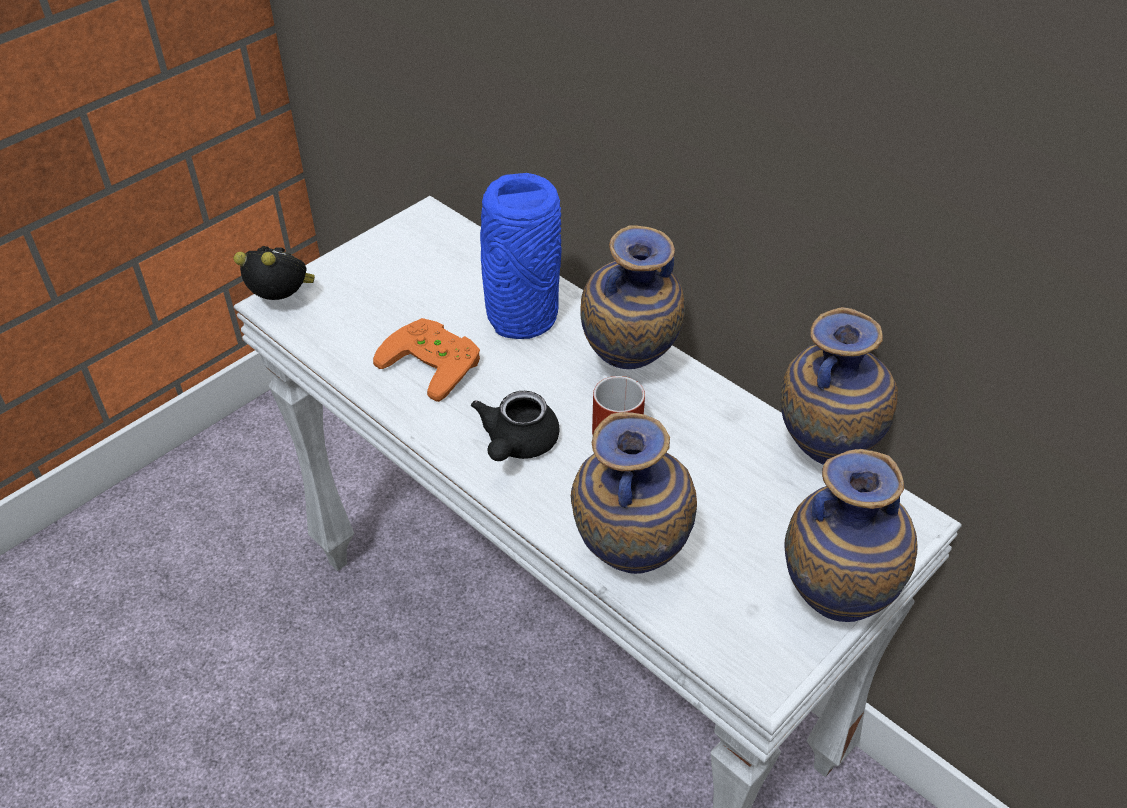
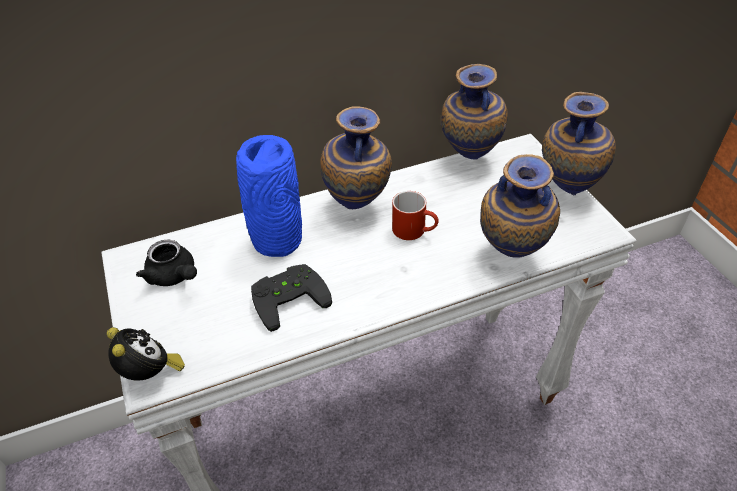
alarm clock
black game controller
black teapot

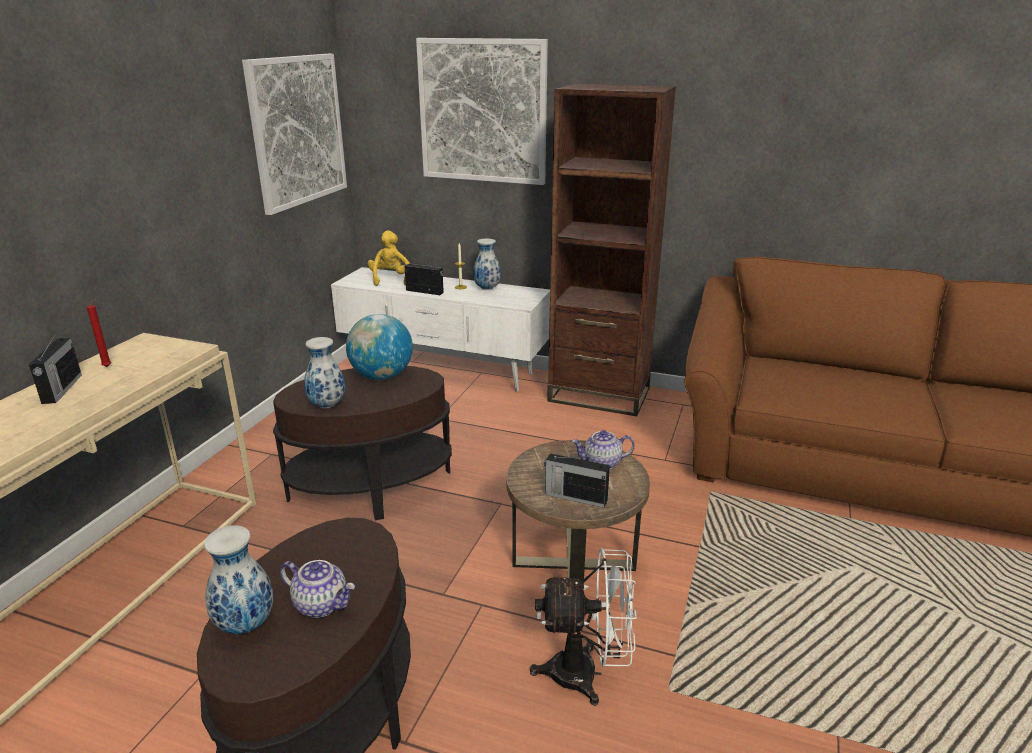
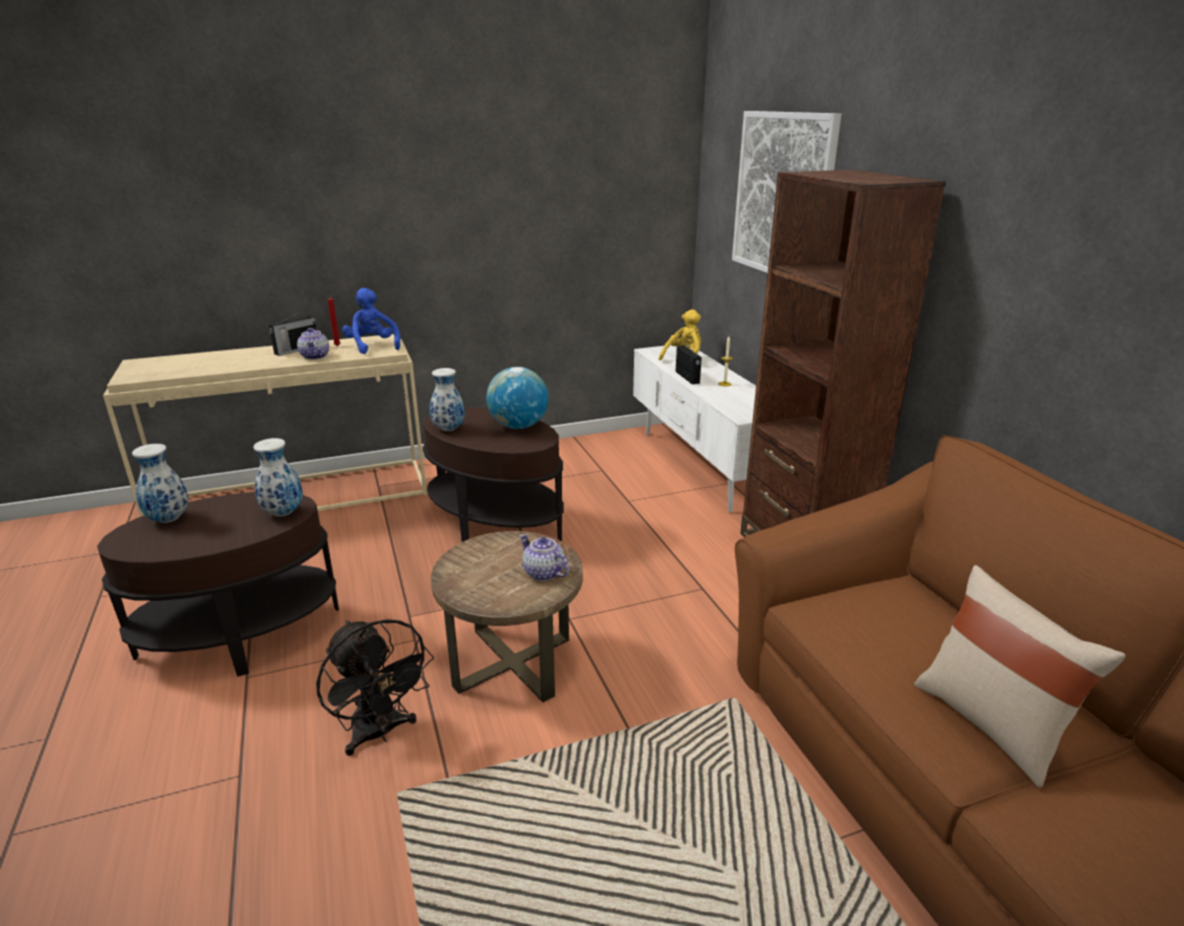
picture (1st from left in the first image)
teapot (1st from left)
vase (2nd from left)
black fan
radio (3rd from left in the first image)
blue plush toy
beige pillow

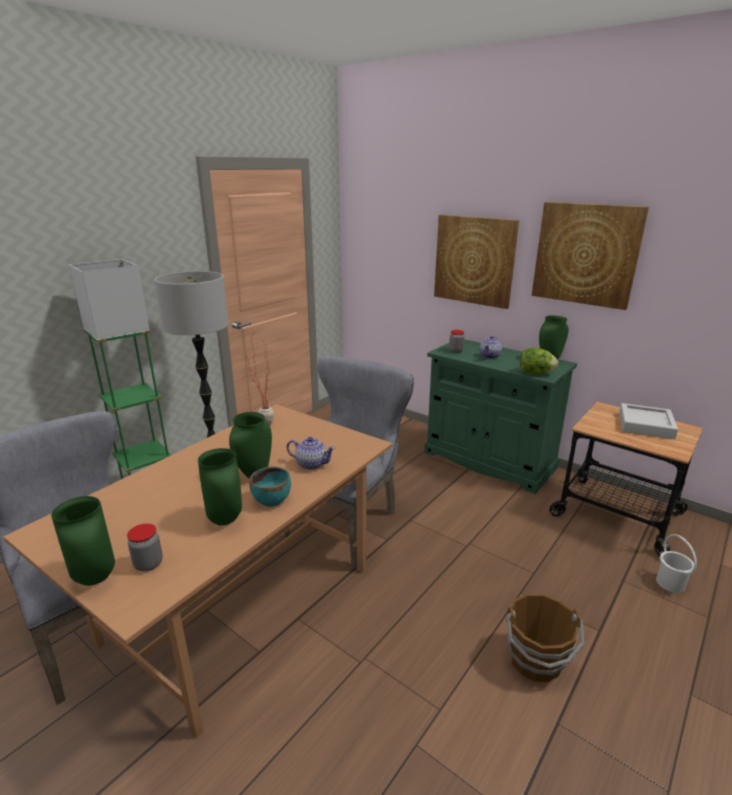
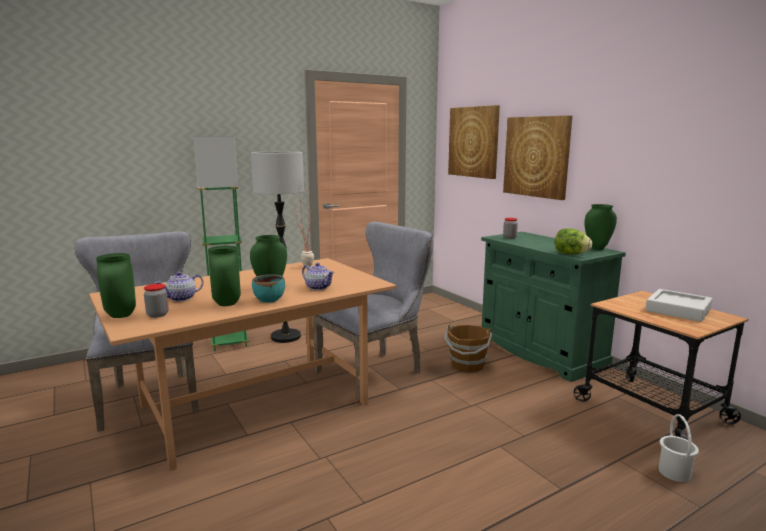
teapot (1st from left)
brown bucket
picture (1st from left)

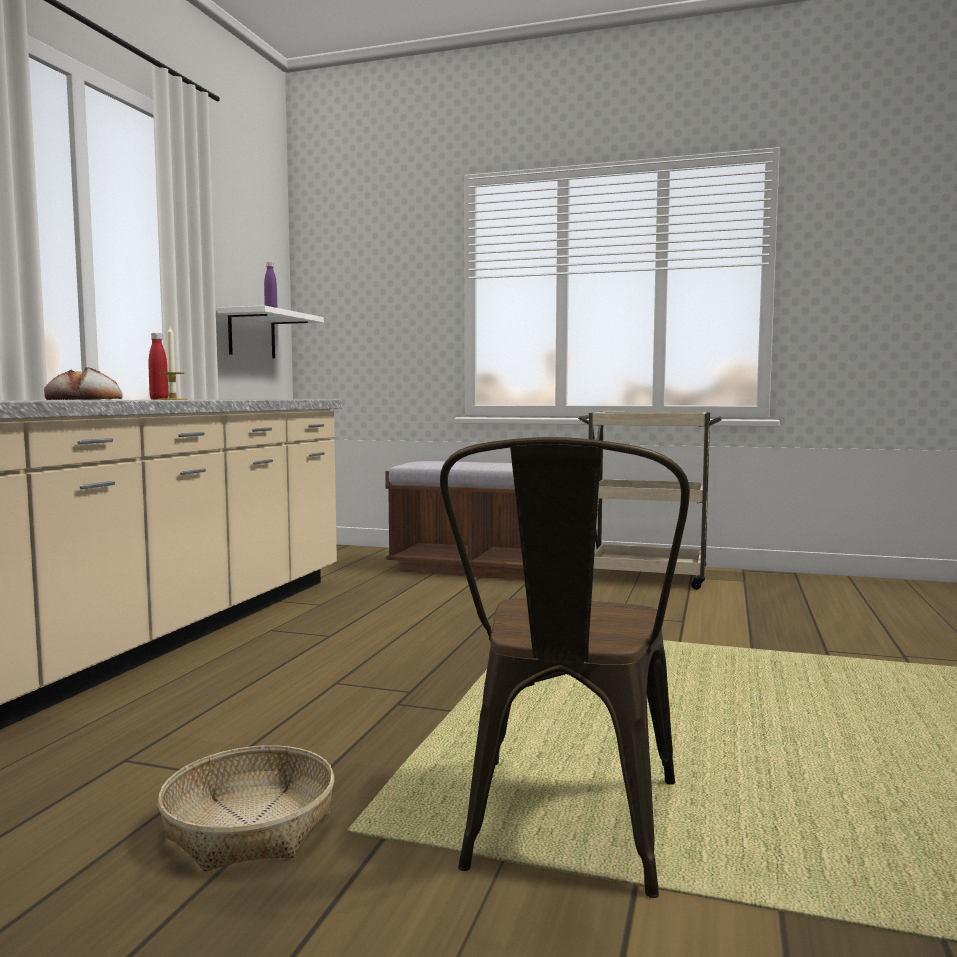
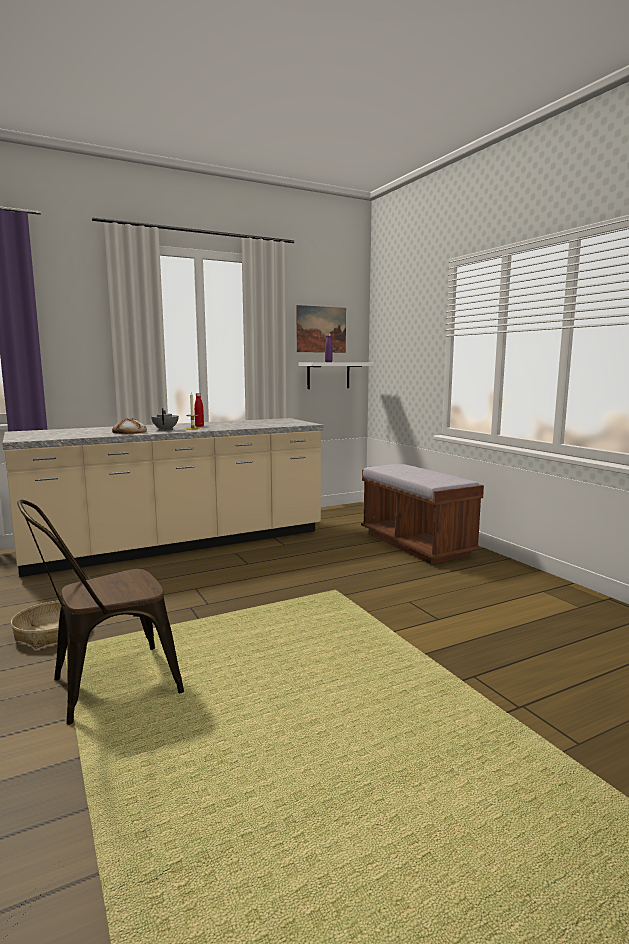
beige cart
grey teapot
picture

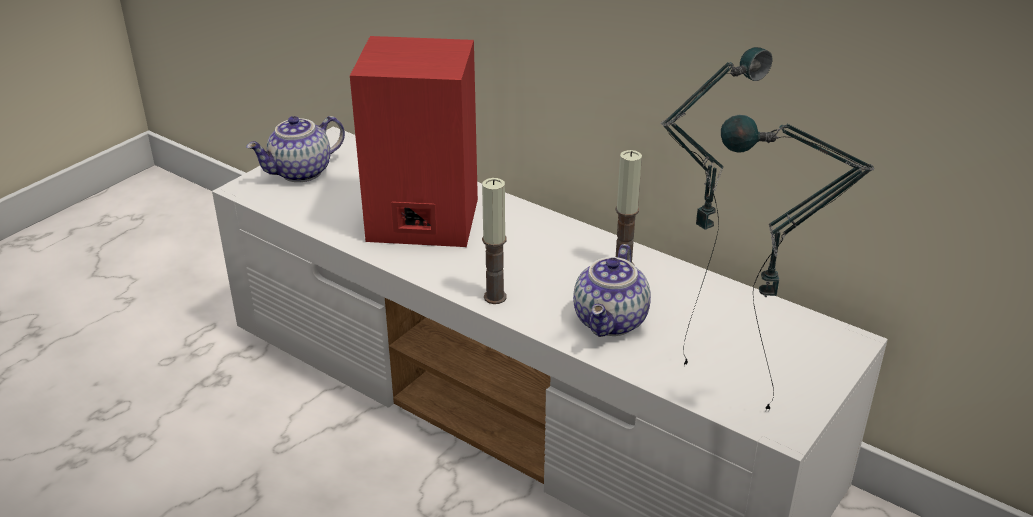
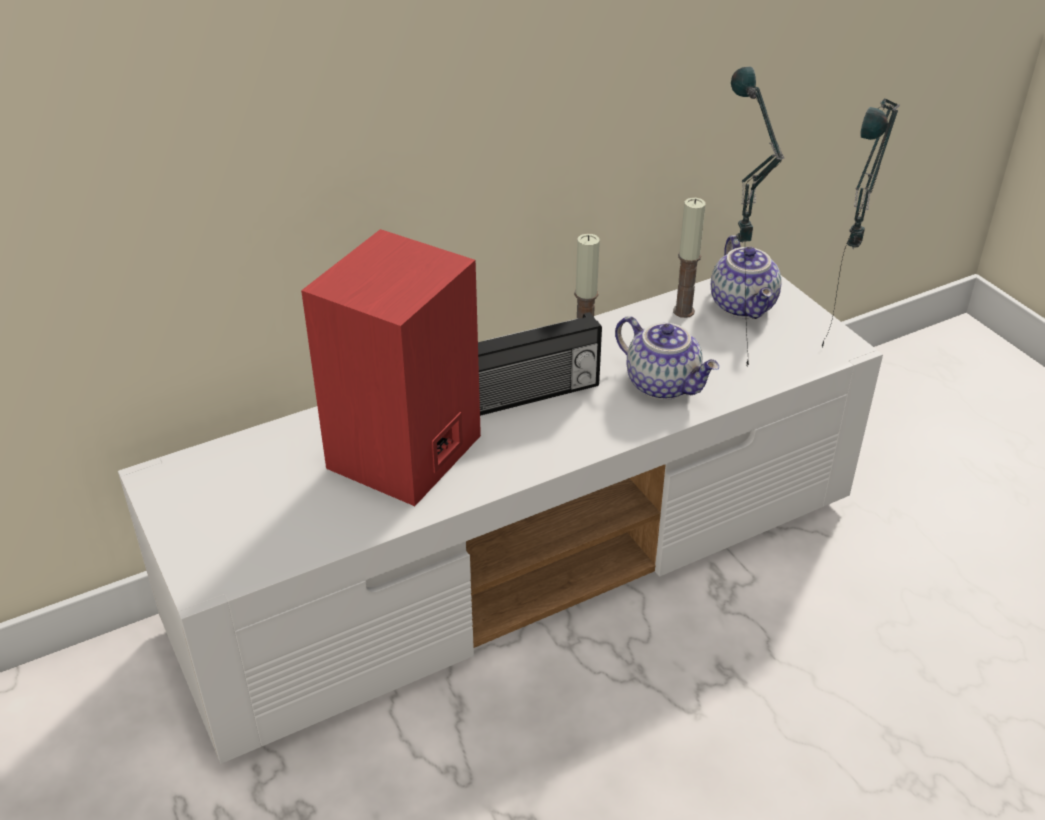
teapot (2nd from left)
candle (2nd from left)
radio

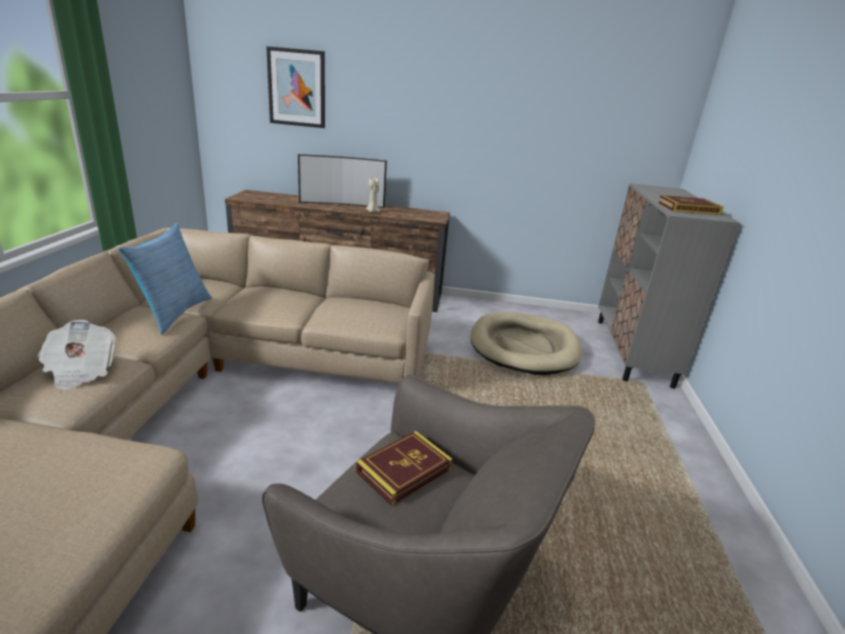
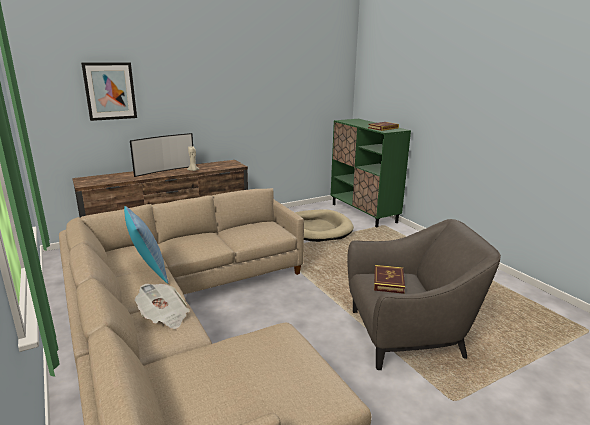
green cabinet

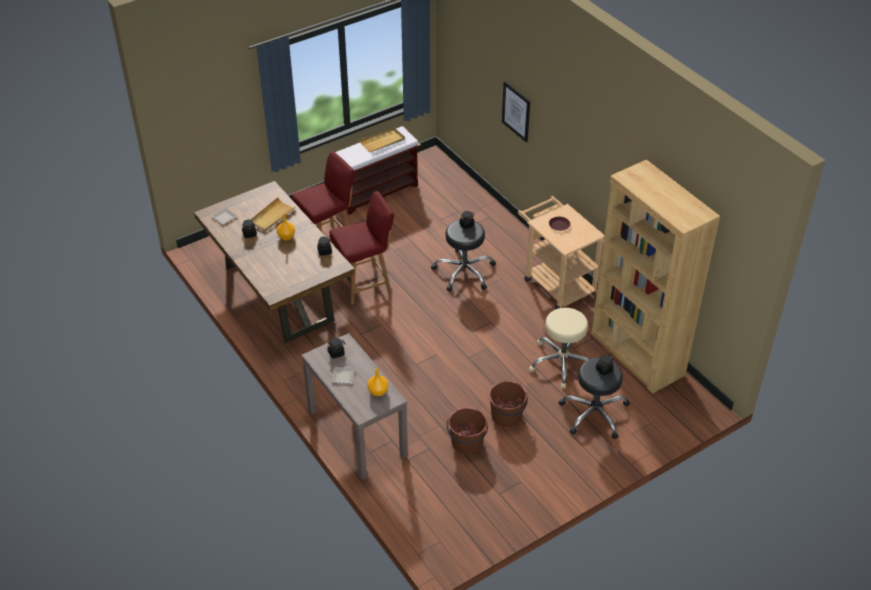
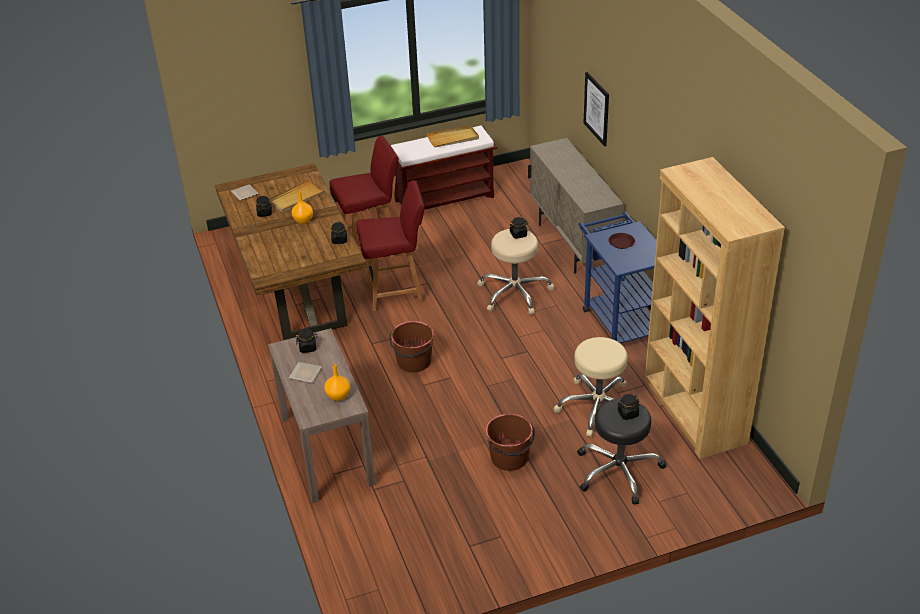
beige stool (1st from left)
brown bucket (1st from left)
blue cart
beige cabinet

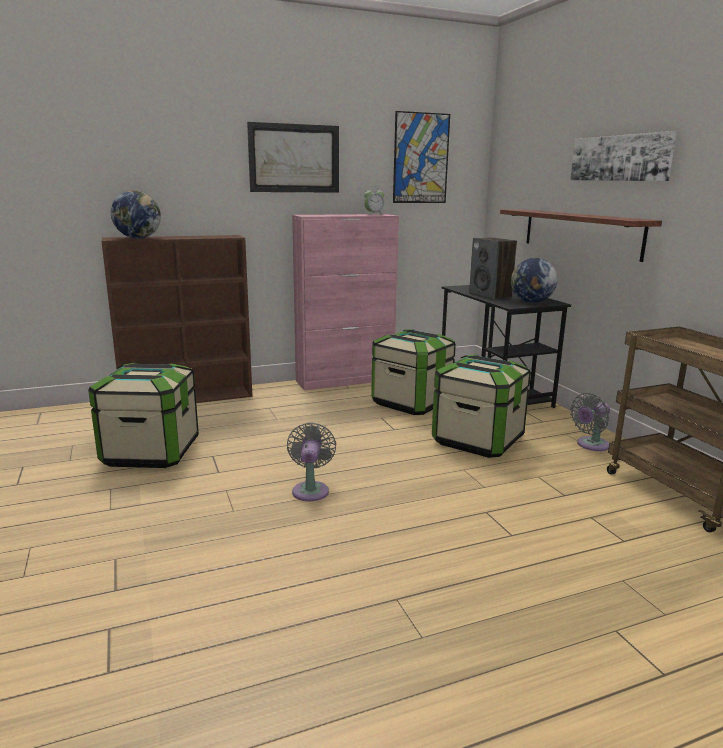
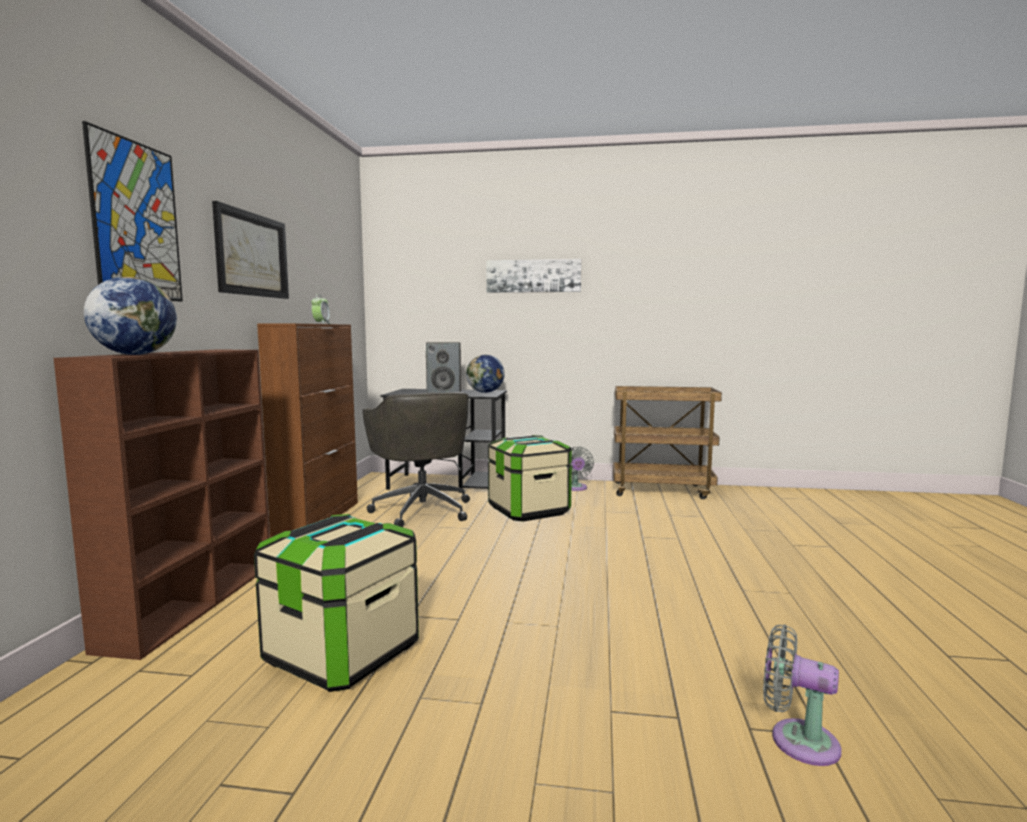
grey fan (2nd from left)
brown cabinet
grey office chair
picture (1st from left)
shelf

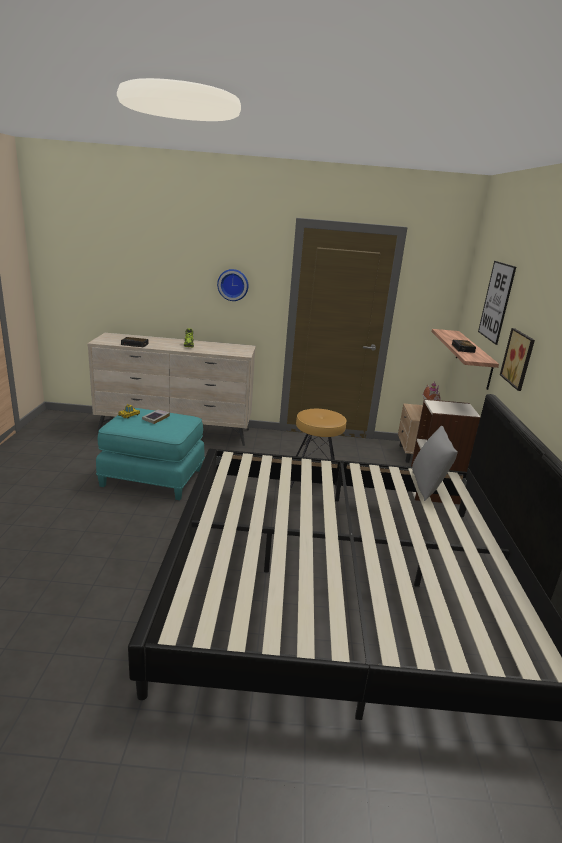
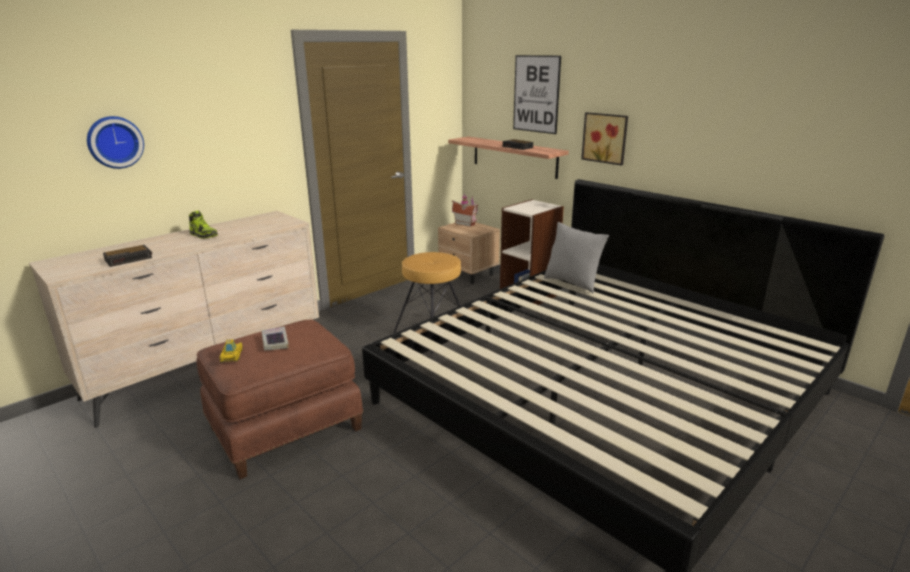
brown ottoman
wall clock

